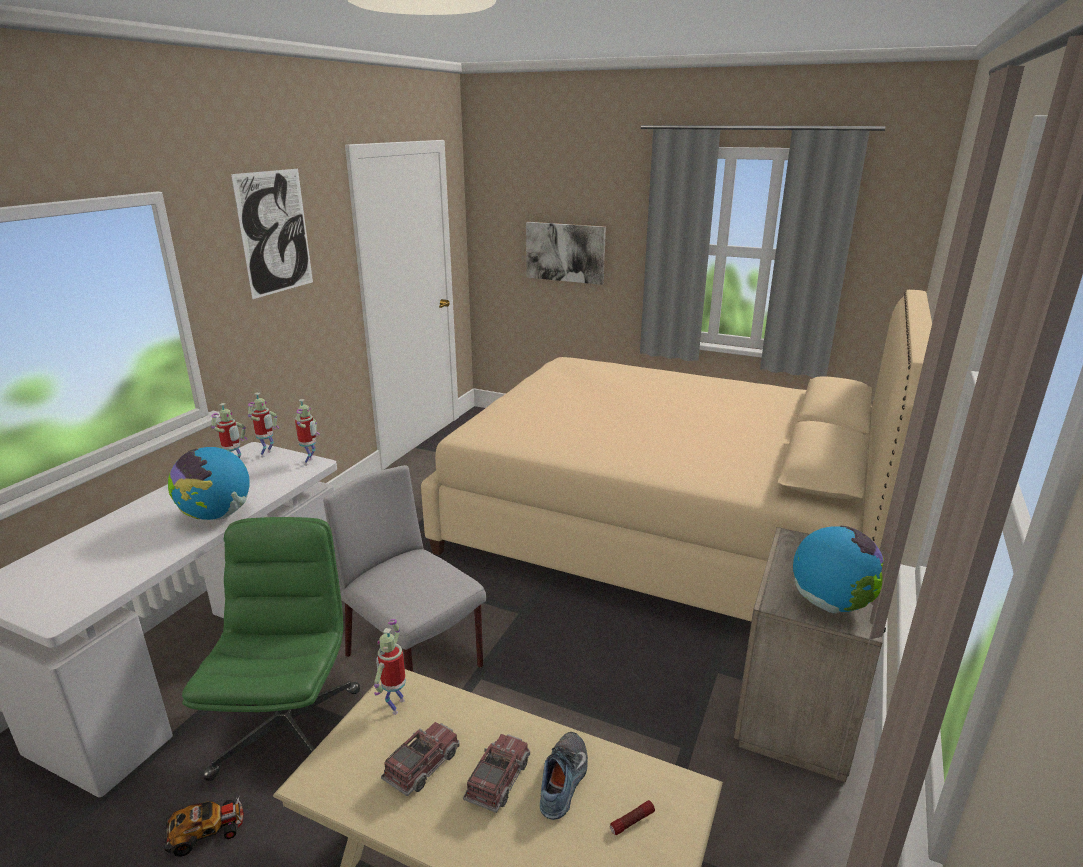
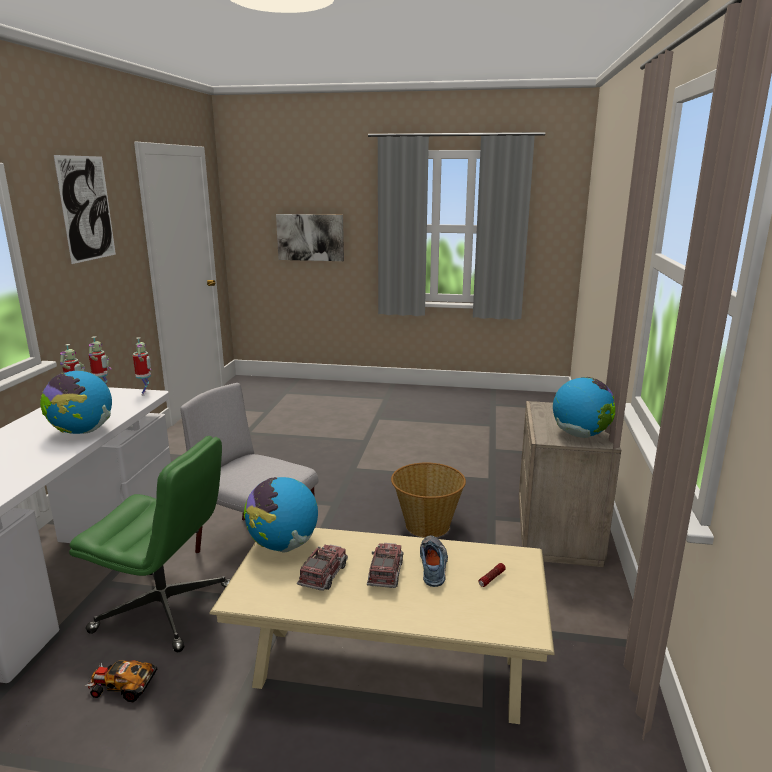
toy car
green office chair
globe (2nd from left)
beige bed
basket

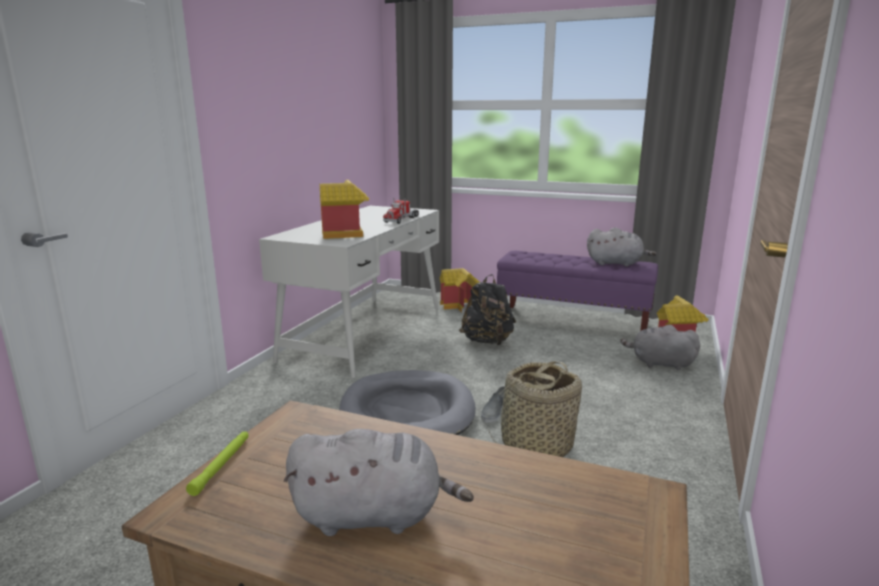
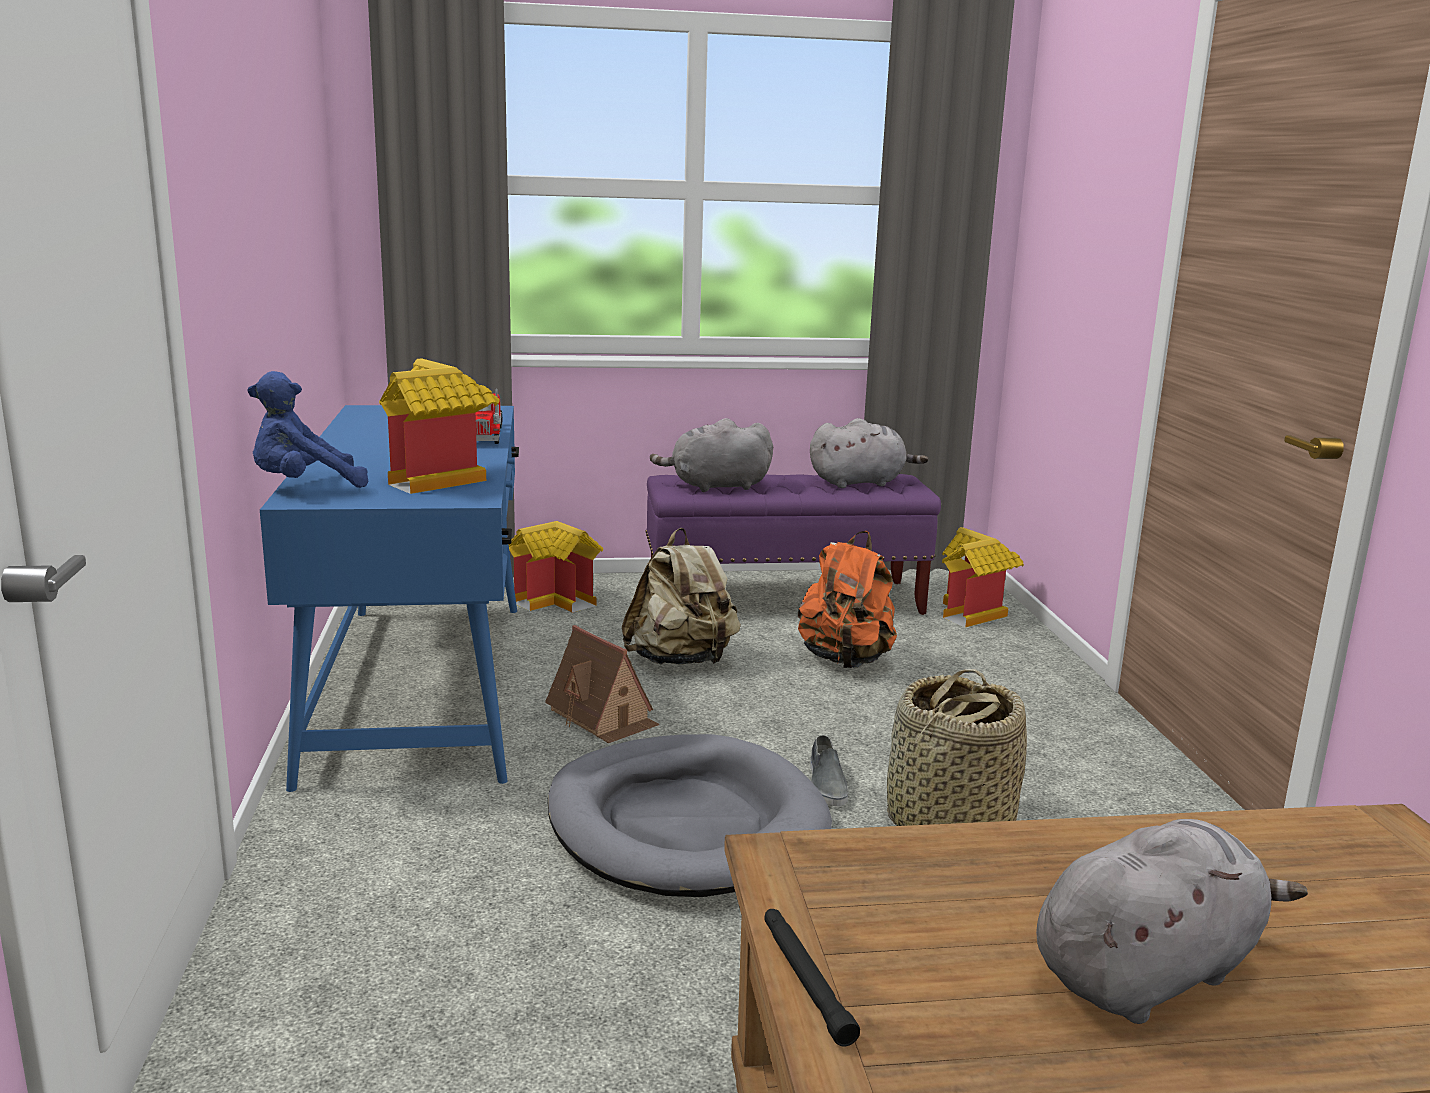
black flashlight
blue desk
beige backpack
grey plush toy (1st from left)
blue plush toy
toy house (3rd from left)
orange backpack

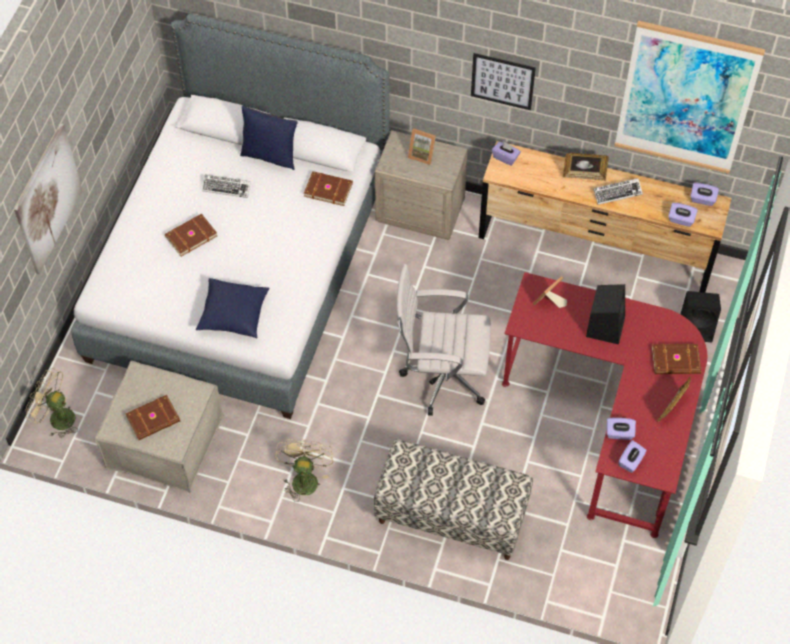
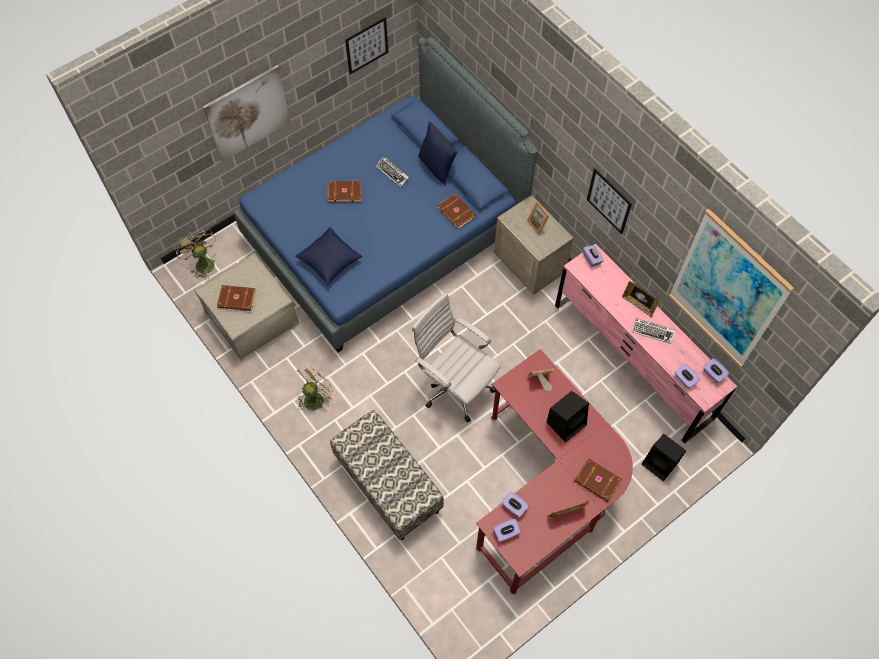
blue bed
pink dresser
picture (2nd from left)

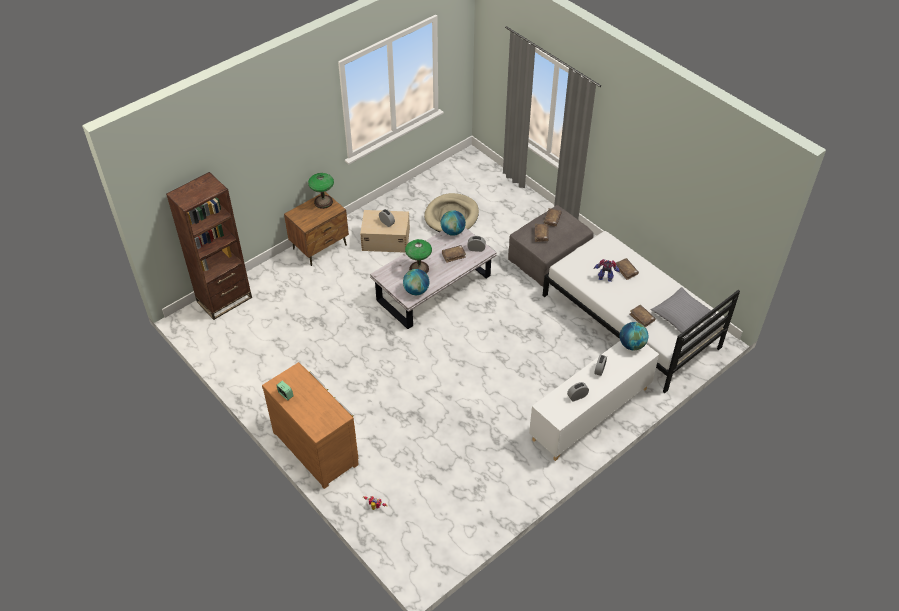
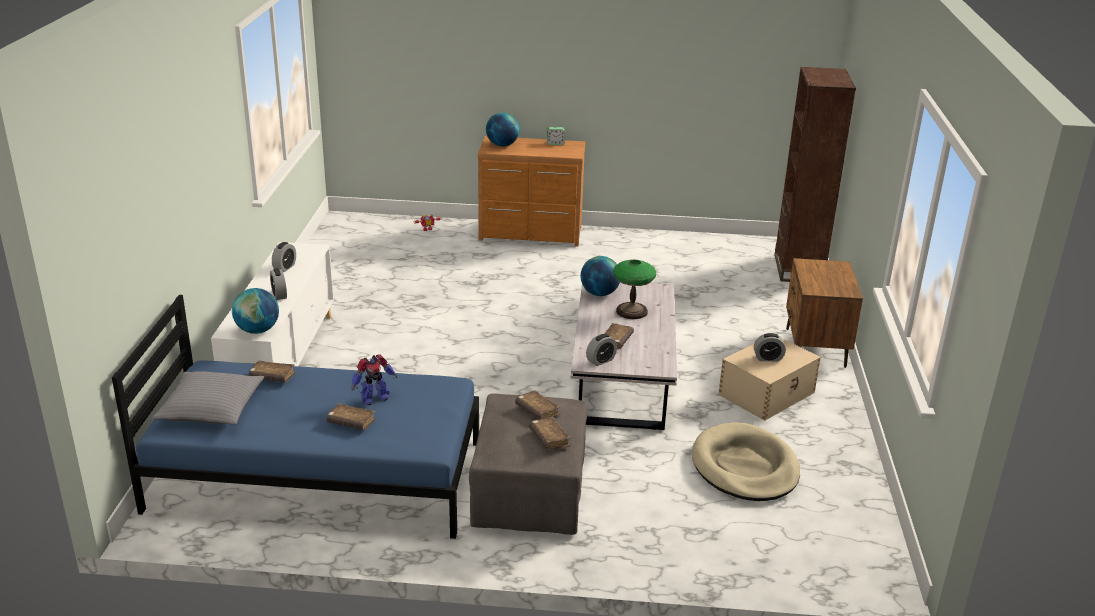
table lamp (1st from left in the first image)
globe (2nd from left)
blue bed

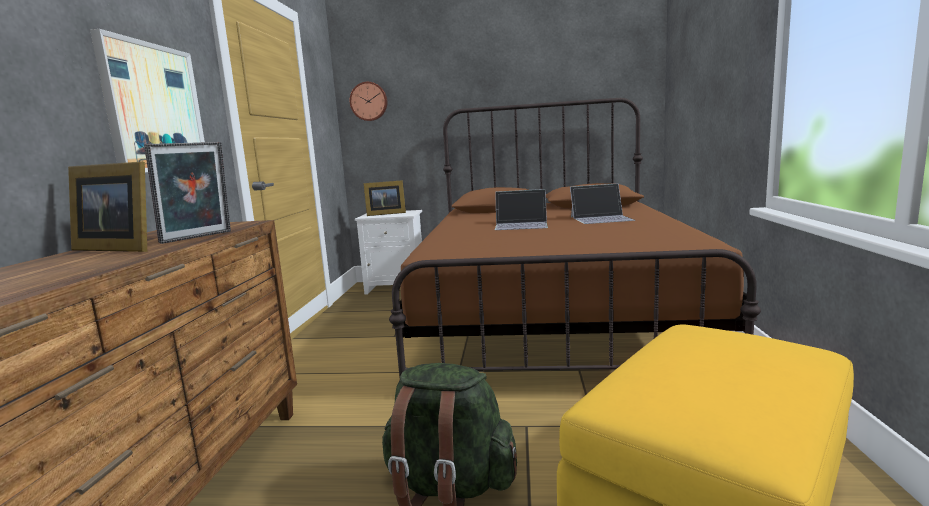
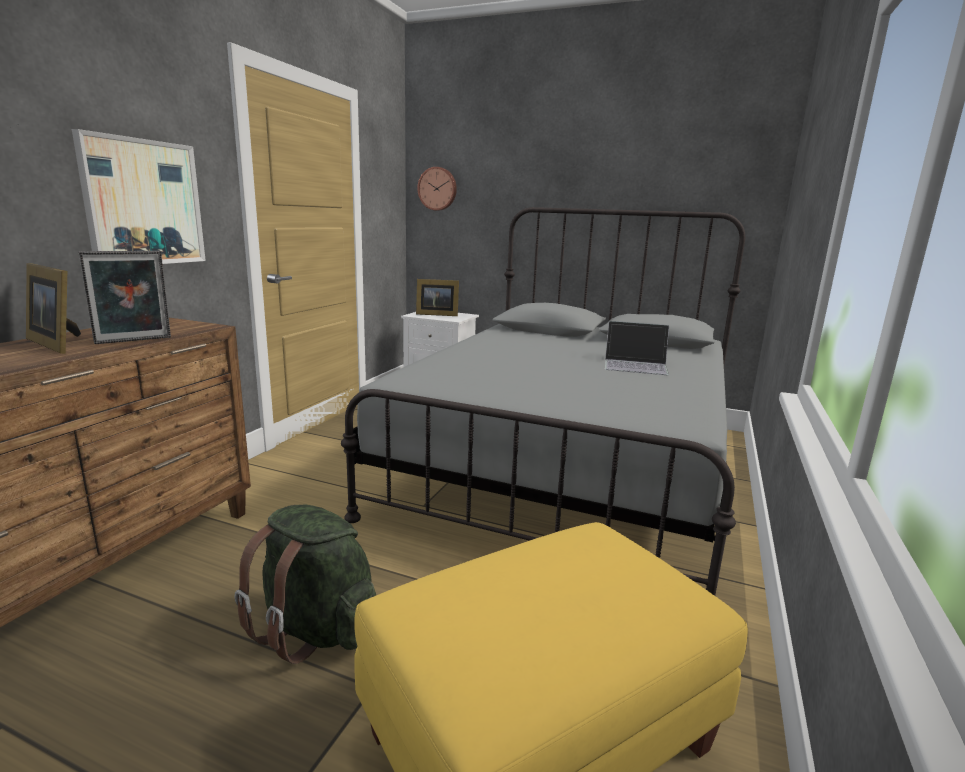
grey bed
laptop (1st from left in the first image)

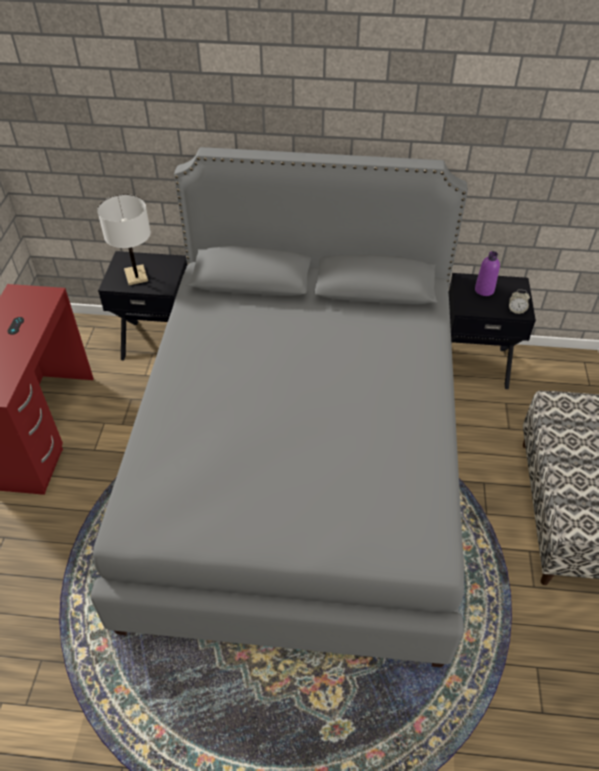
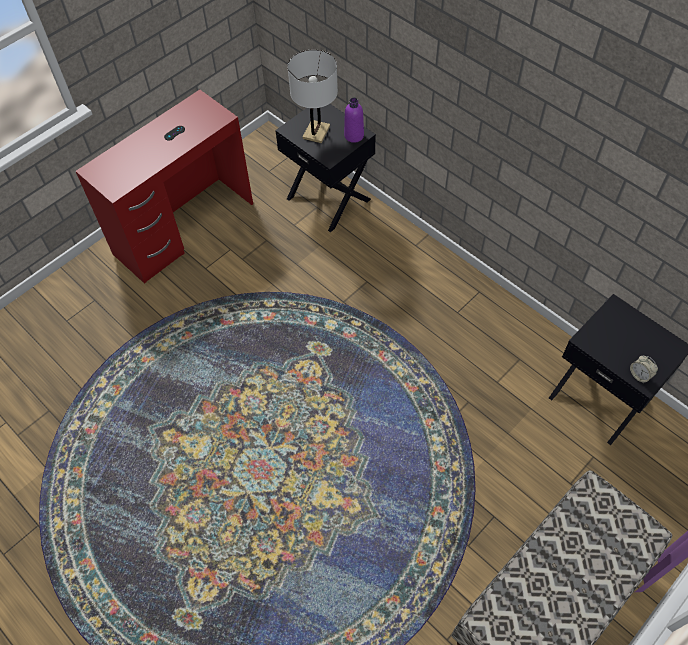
grey bed
purple bottle

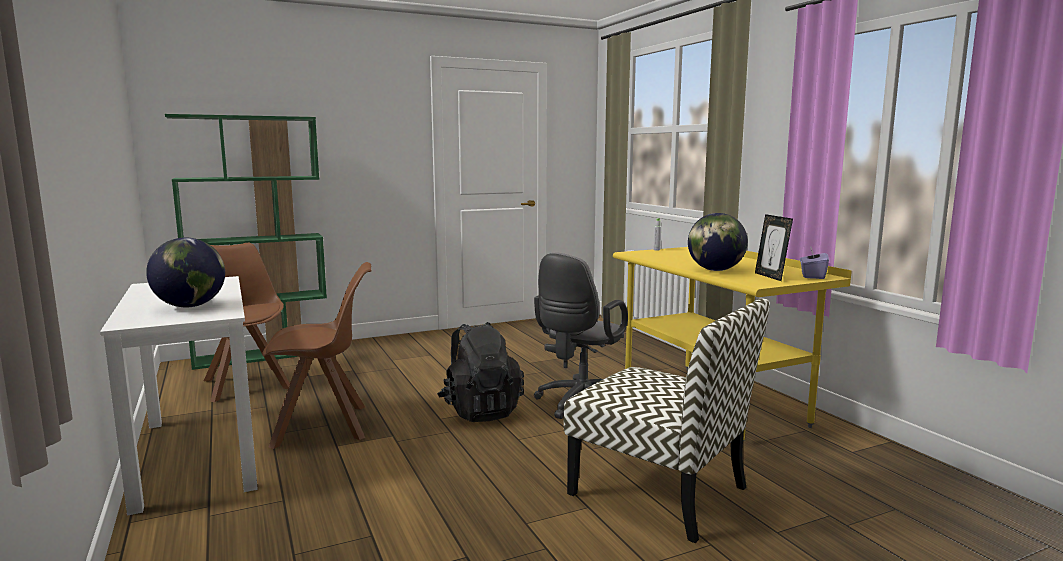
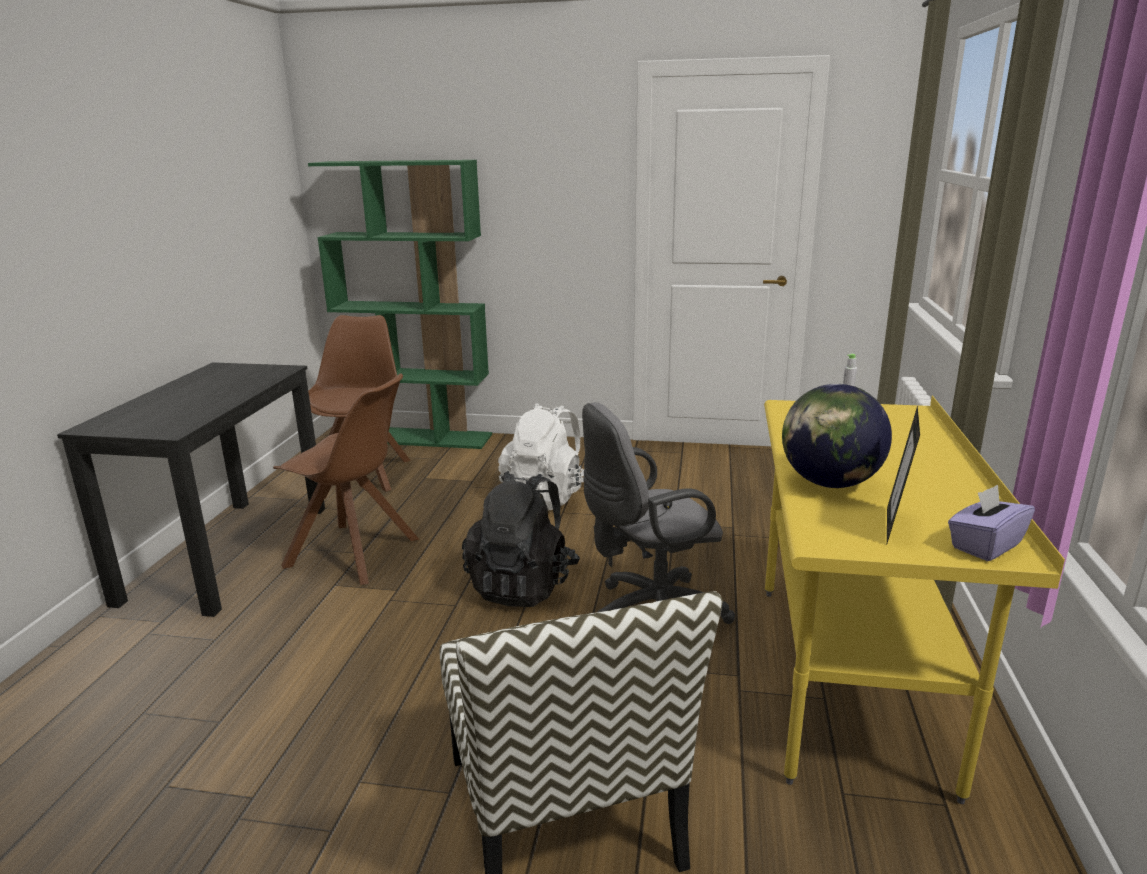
black desk
globe (1st from left in the first image)
white backpack

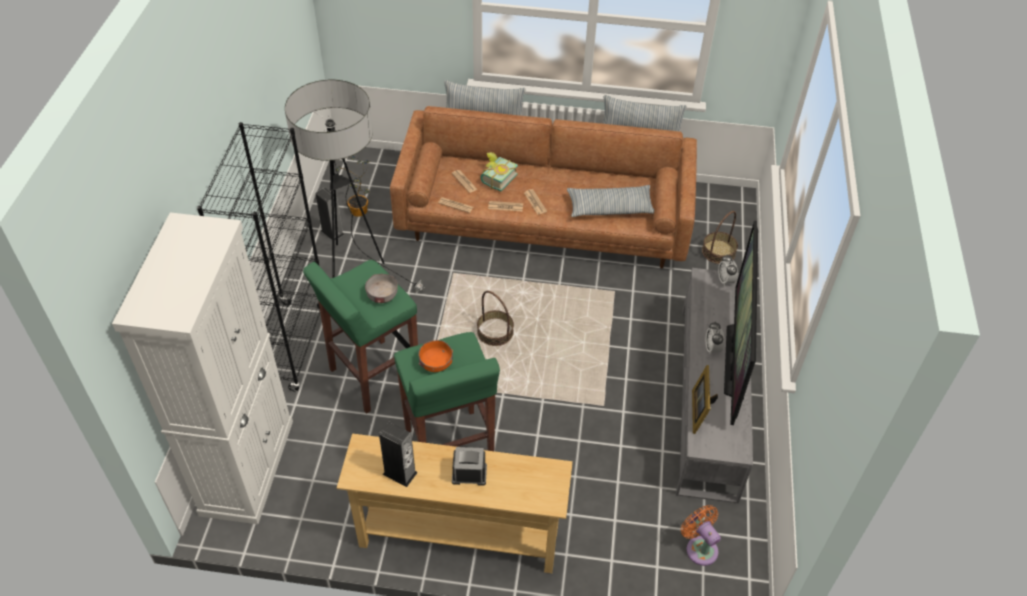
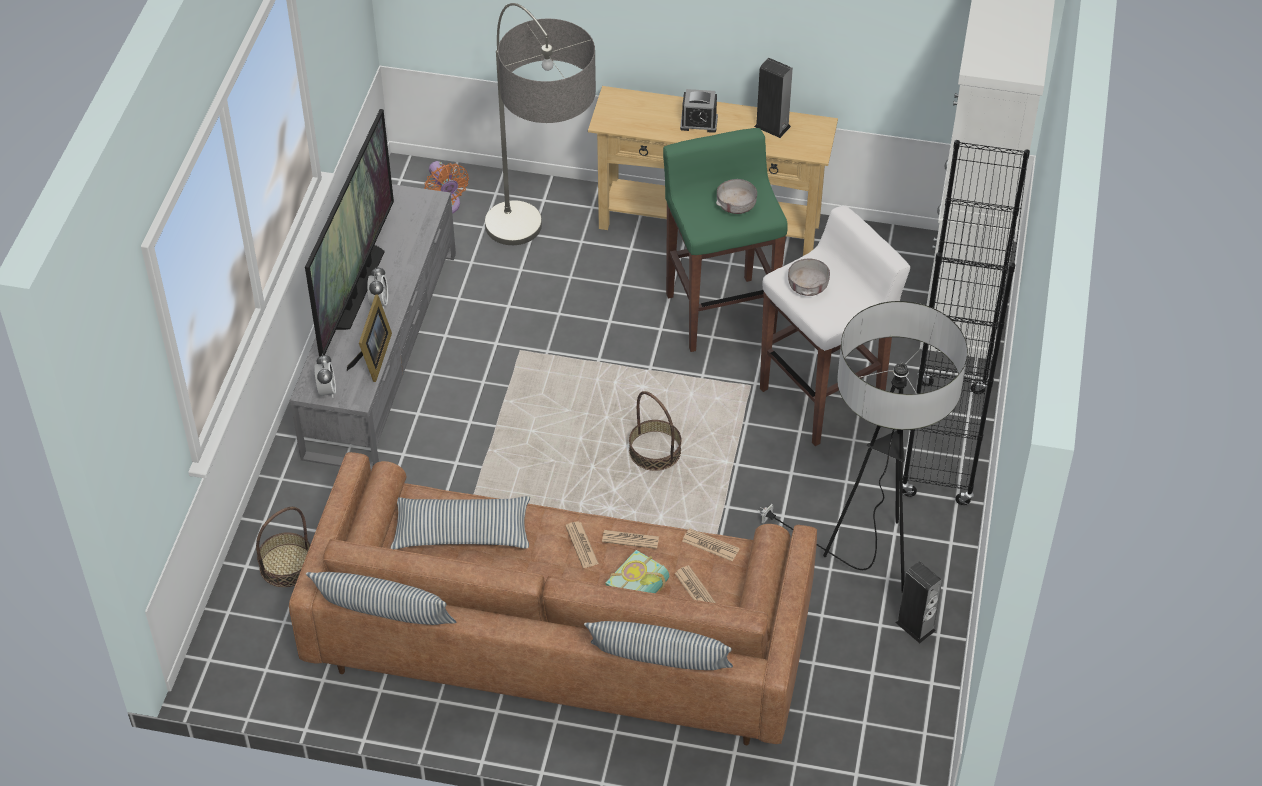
white stool
potted plant
grey bowl (1st from left)
picture frame
floor lamp (1st from left)

